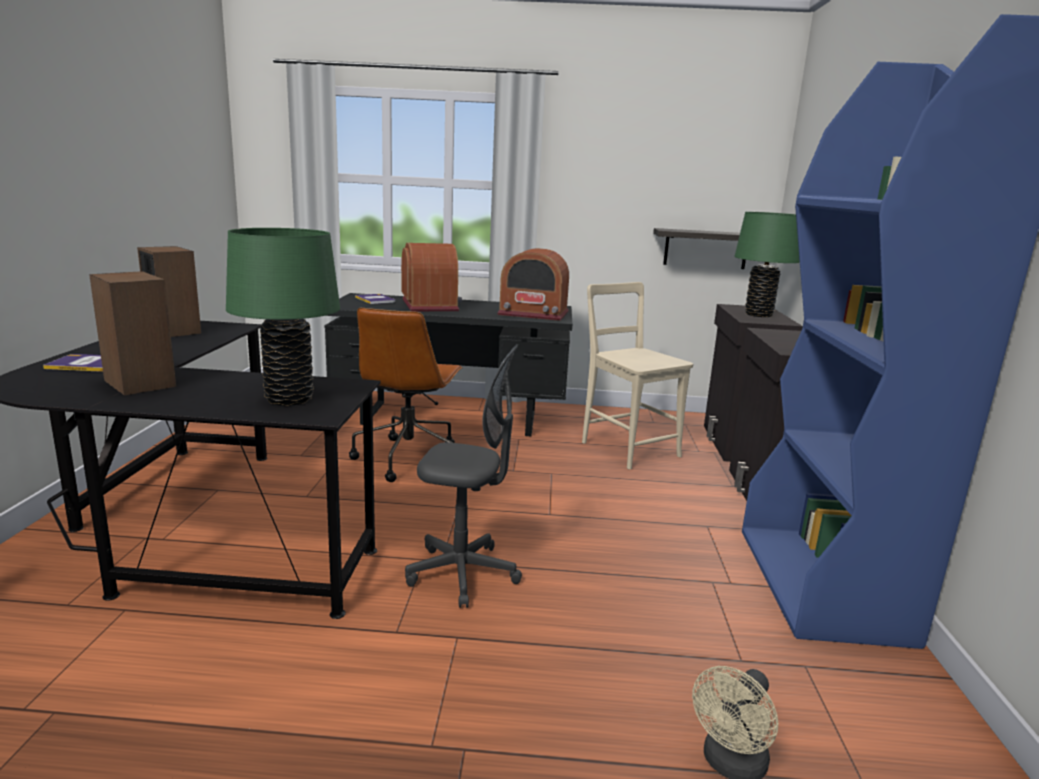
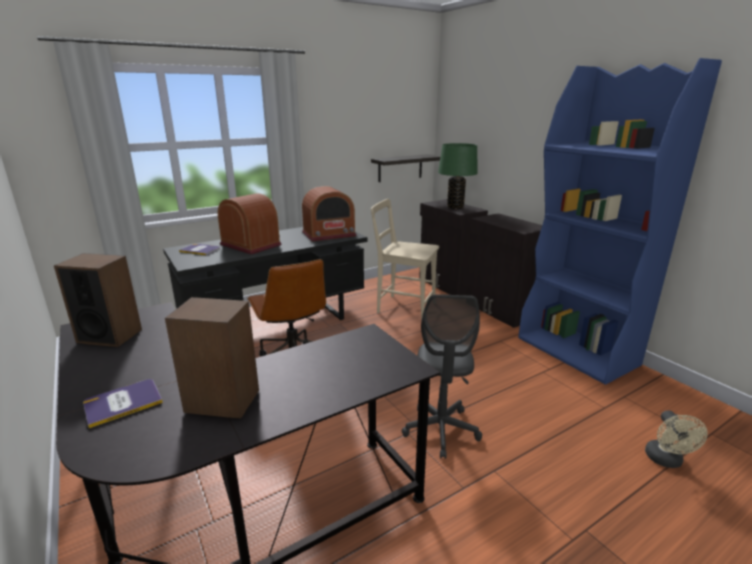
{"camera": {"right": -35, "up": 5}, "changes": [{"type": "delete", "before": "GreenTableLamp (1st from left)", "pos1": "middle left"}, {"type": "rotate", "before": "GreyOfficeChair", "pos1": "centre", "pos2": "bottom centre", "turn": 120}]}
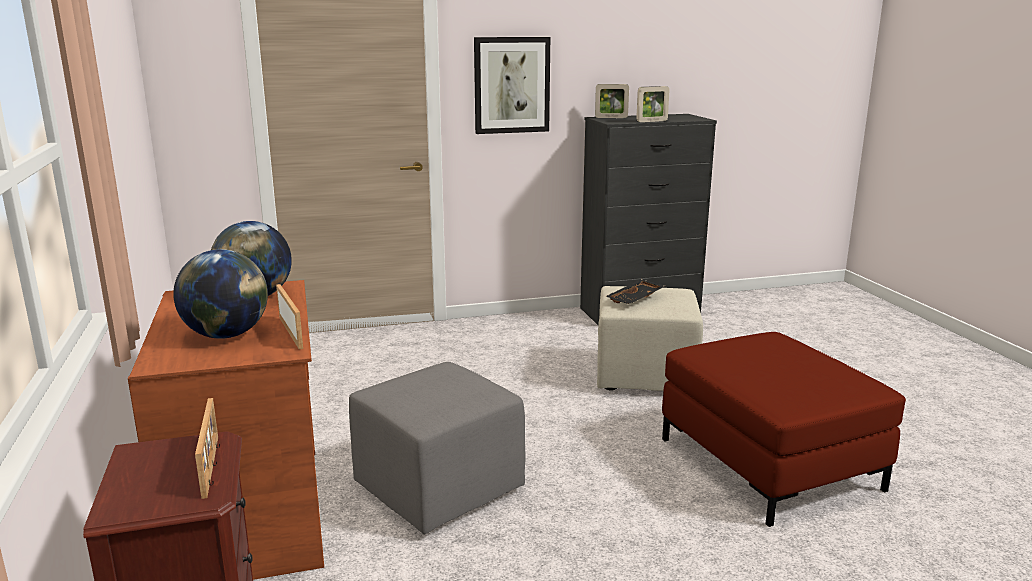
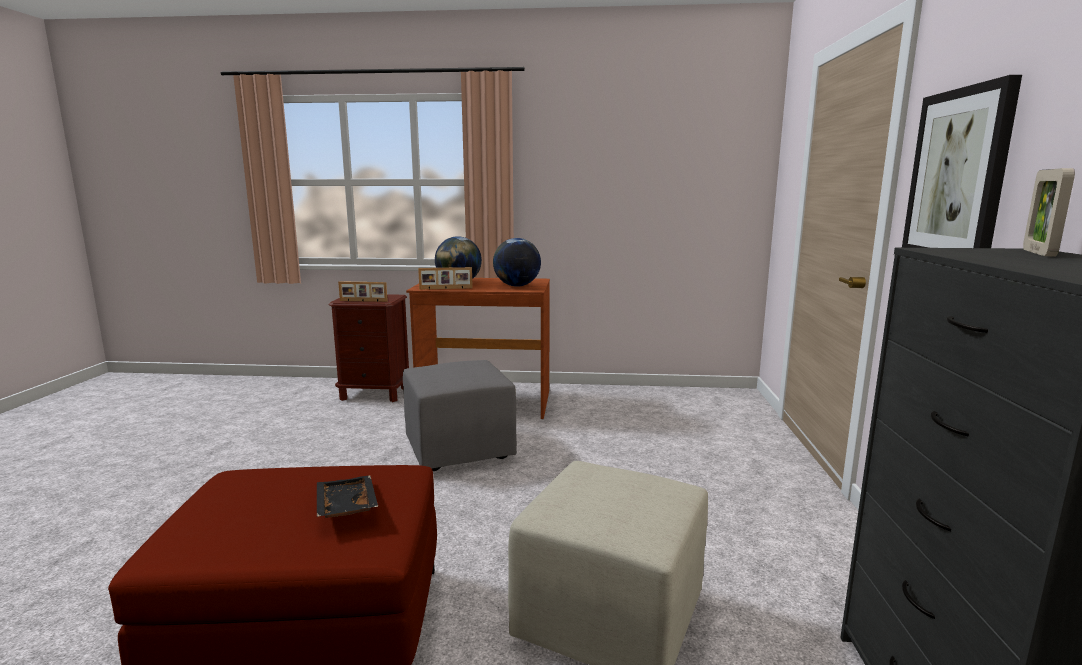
{"camera": {"right": 110, "up": -5}, "changes": [{"type": "delete", "before": "PictureFrame (4th from left)", "pos1": "top centre"}, {"type": "move", "before": "BlackTray", "pos1": "centre", "pos2": "bottom left"}]}
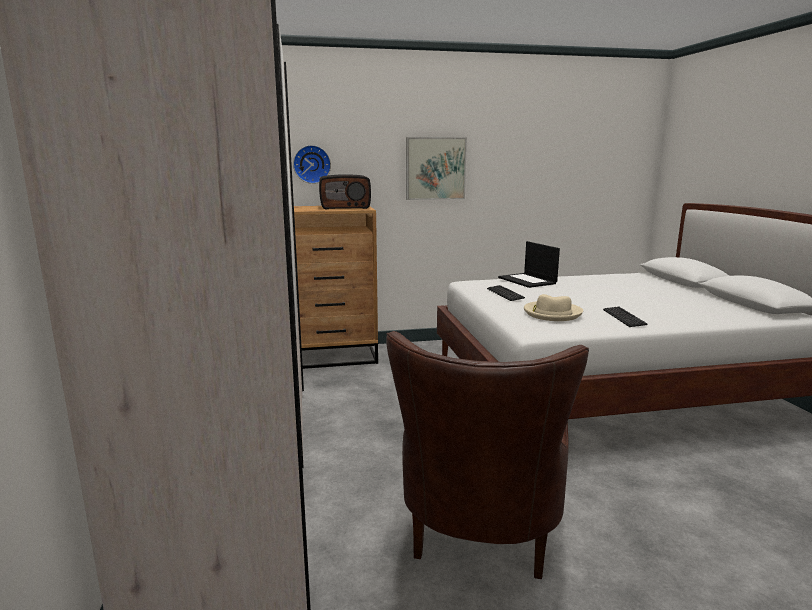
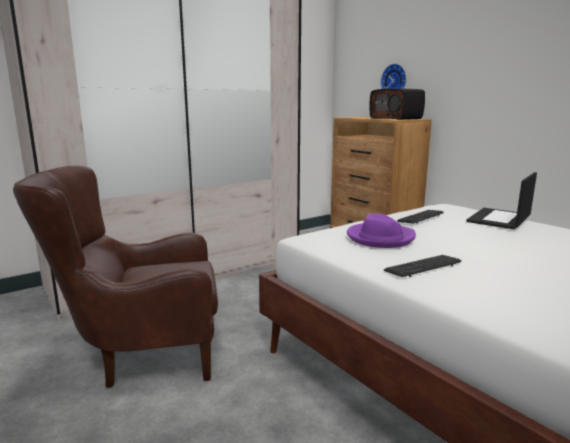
{"camera": {"right": 65, "up": 0}, "changes": [{"type": "delete", "before": "Picture", "pos1": "top centre"}, {"type": "recolor", "before": "BeigeHat", "after": "PurpleHat", "pos1": "middle right", "pos2": "middle right"}]}
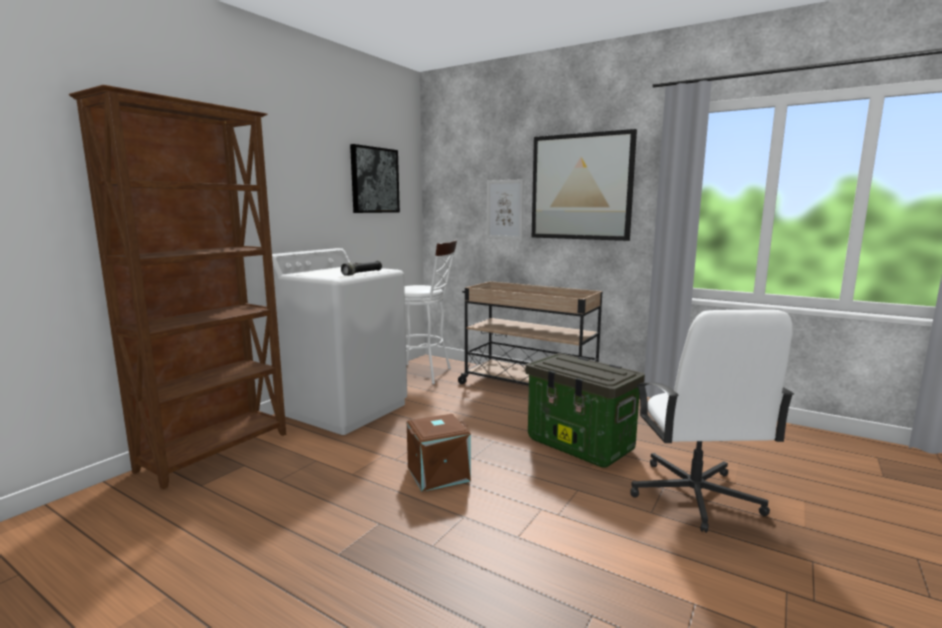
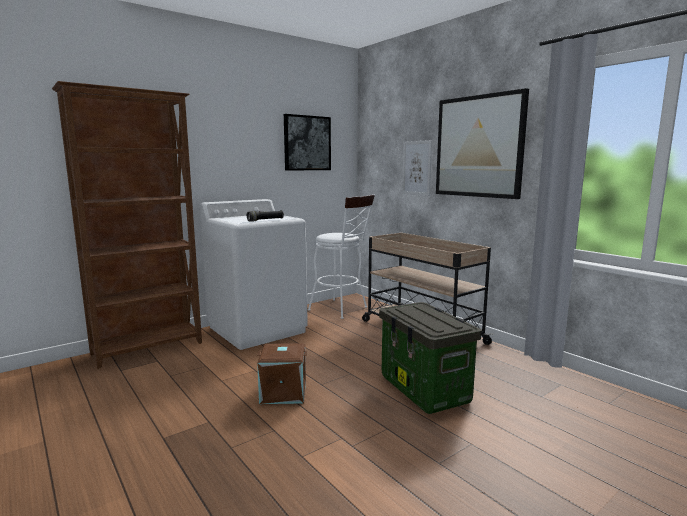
{"camera": {"right": 20, "up": 0}, "changes": [{"type": "delete", "before": "WhiteOfficeChair", "pos1": "bottom right"}]}
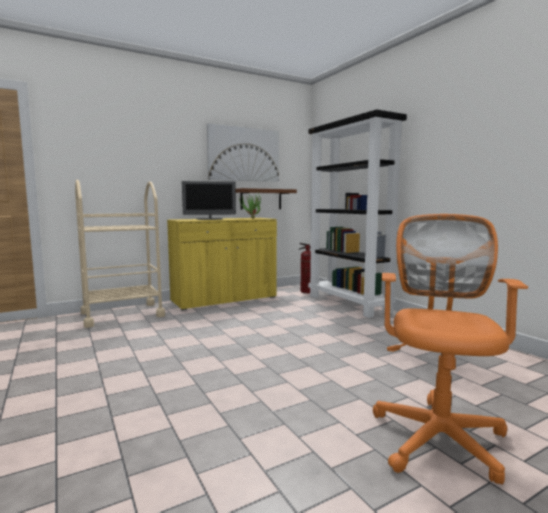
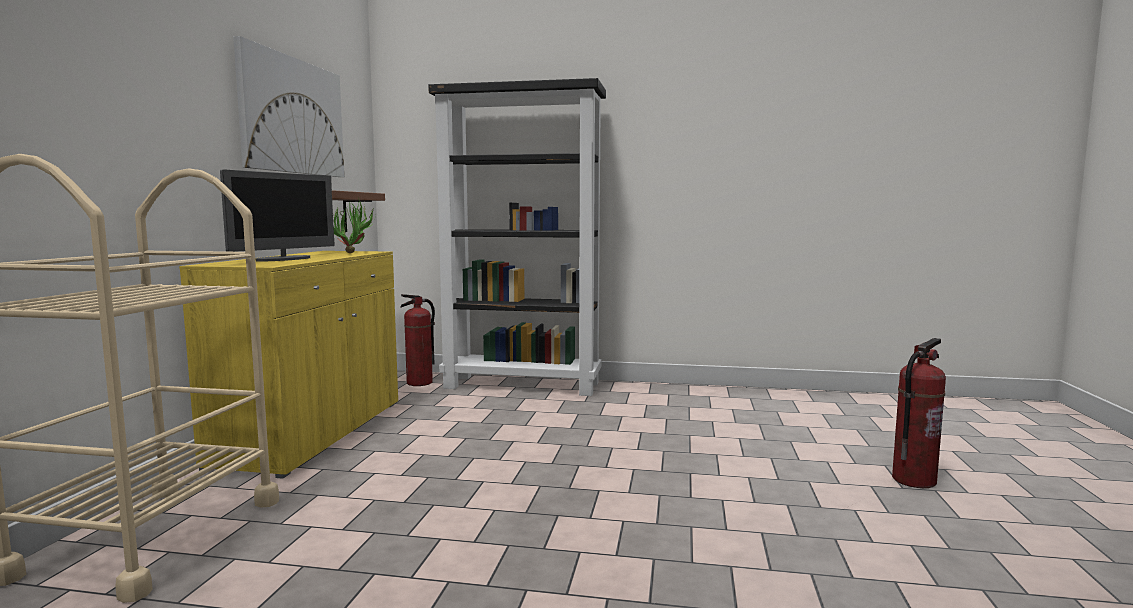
{"camera": {"right": -50, "up": 0}, "changes": [{"type": "replace", "before": "OrangeOfficeChair", "after": "FireExtinguisher (2nd from left)", "pos1": "bottom right", "pos2": "bottom right"}]}
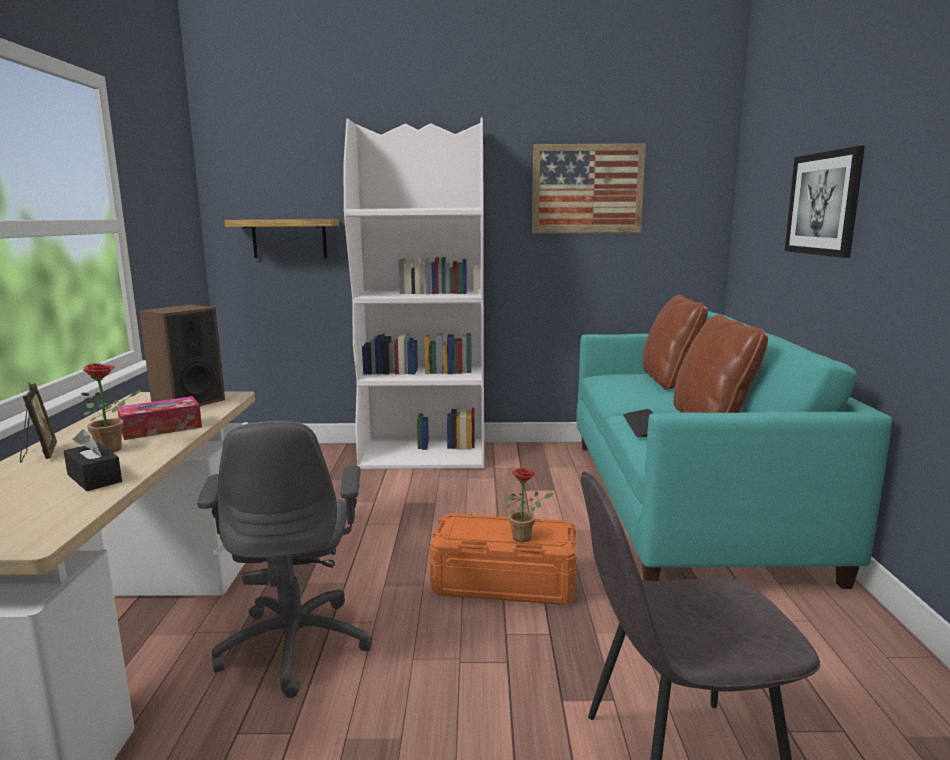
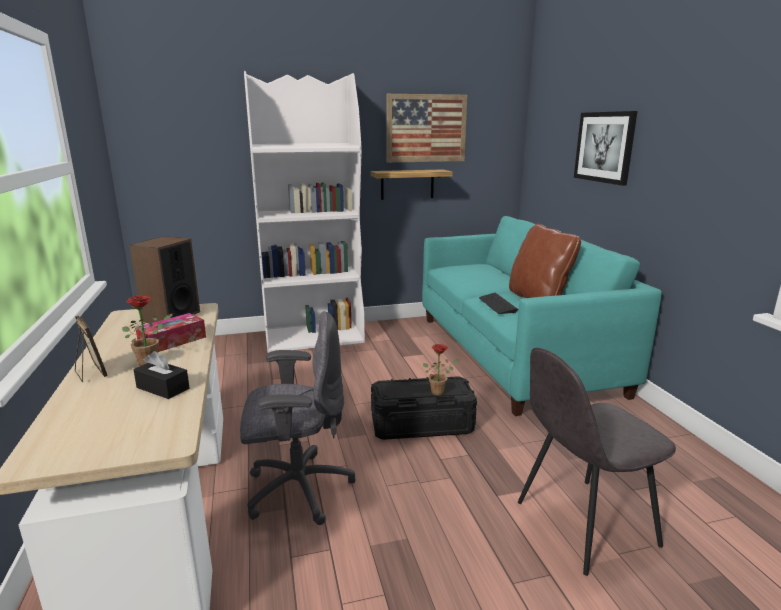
{"camera": {"right": -15, "up": 5}, "changes": [{"type": "delete", "before": "BrownPillow (1st from left)", "pos1": "middle right"}, {"type": "move", "before": "Shelf", "pos1": "top left", "pos2": "top centre"}, {"type": "recolor", "before": "OrangeStorageBox", "after": "BlackStorageBox", "pos1": "bottom centre", "pos2": "bottom centre"}, {"type": "rotate", "before": "GreyOfficeChair", "pos1": "bottom left", "pos2": "bottom centre", "turn": -75}]}
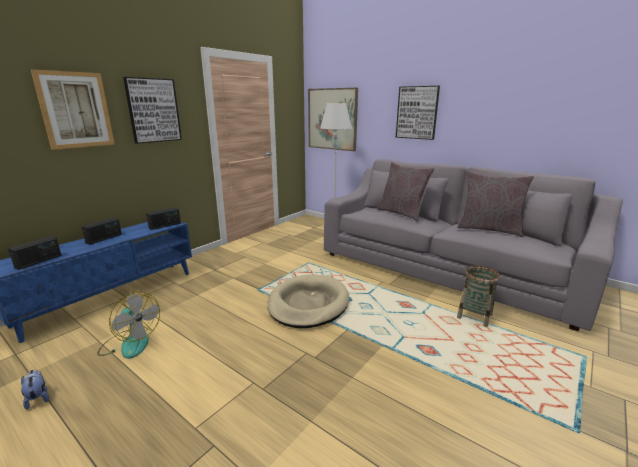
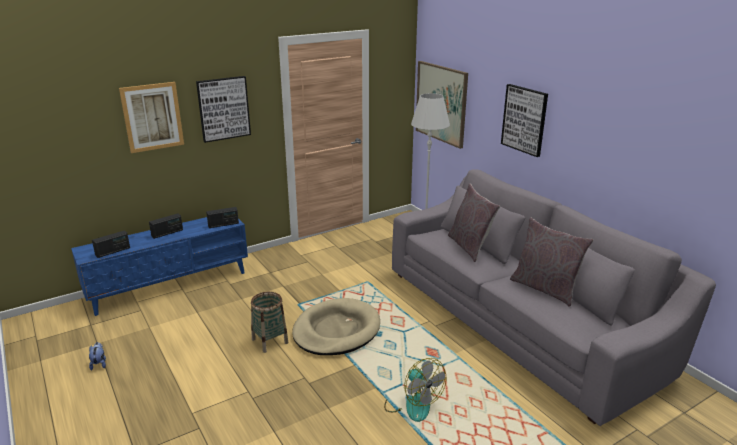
{"camera": {"right": 20, "up": 5}, "changes": [{"type": "move", "before": "Fan", "pos1": "bottom left", "pos2": "bottom centre"}, {"type": "move", "before": "Basket", "pos1": "middle right", "pos2": "bottom centre"}]}
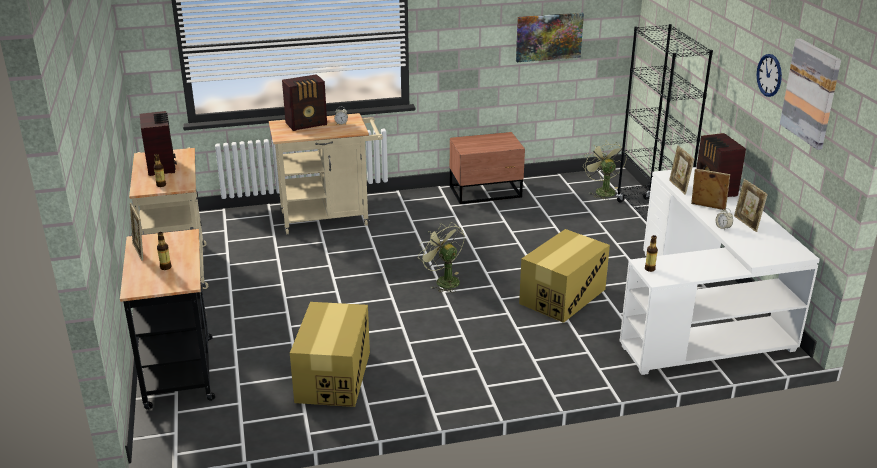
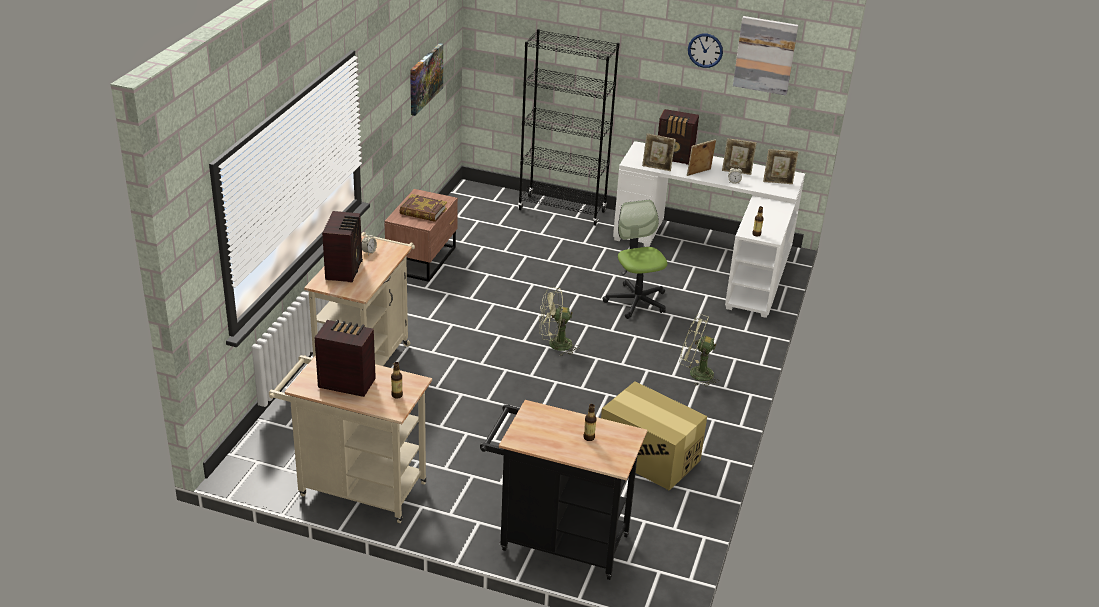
{"camera": {"right": -60, "up": 5}, "changes": [{"type": "insert", "after": "Book", "pos2": "centre"}, {"type": "move", "before": "PictureFrame (1st from left in the first image)", "after": "PictureFrame (4th from left)", "pos1": "middle left", "pos2": "top right"}, {"type": "move", "before": "GreenFan (2nd from left)", "pos1": "middle right", "pos2": "centre"}, {"type": "replace", "before": "CardboardBox (2nd from left)", "after": "OfficeChair", "pos1": "centre", "pos2": "centre"}]}
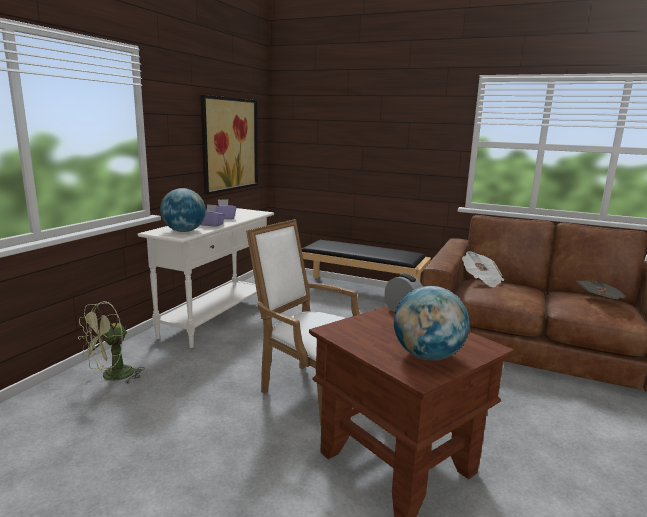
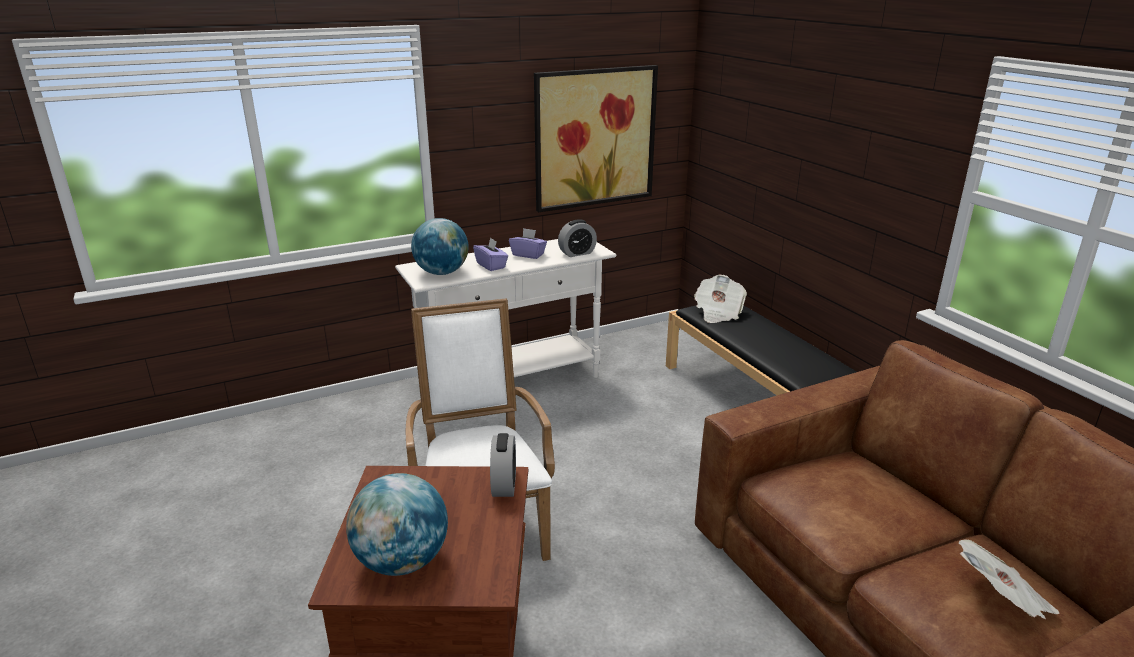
{"camera": {"right": 40, "up": 10}, "changes": [{"type": "delete", "before": "GreenFan", "pos1": "middle left"}, {"type": "insert", "after": "AlarmClock (2nd from left)", "pos2": "centre"}, {"type": "move", "before": "Newspaper (1st from left)", "pos1": "middle right", "pos2": "centre"}]}
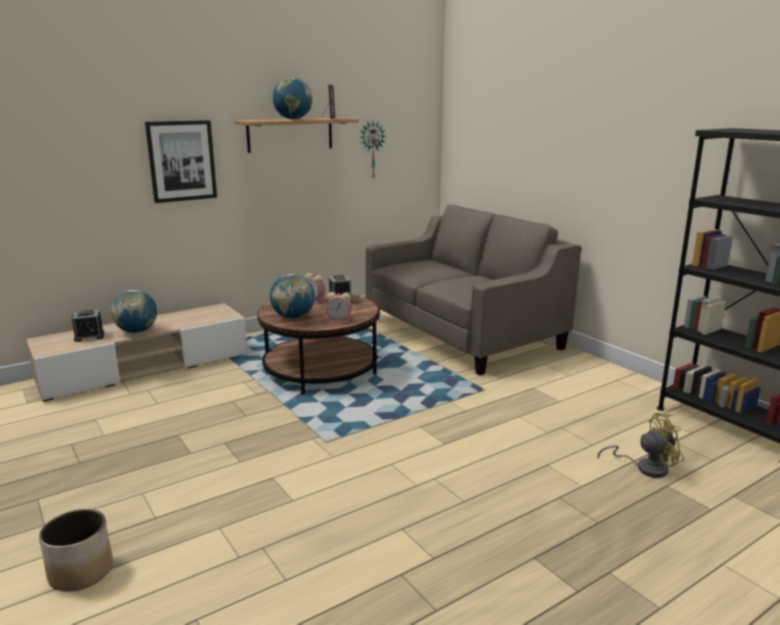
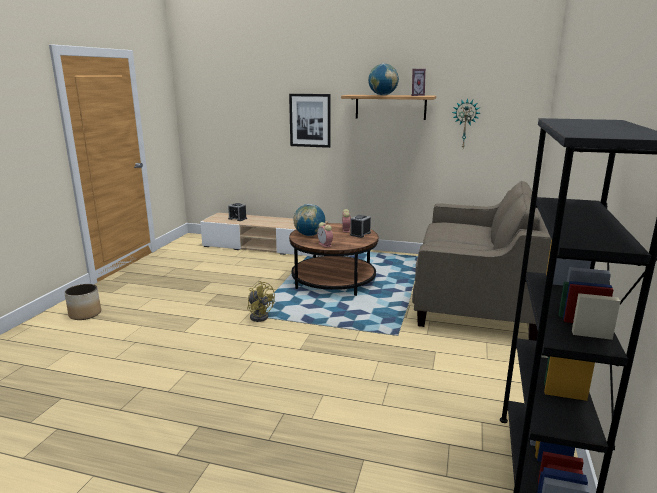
{"camera": {"right": 50, "up": 0}, "changes": [{"type": "delete", "before": "Globe (1st from left)", "pos1": "middle left"}, {"type": "move", "before": "YellowFan", "pos1": "bottom right", "pos2": "centre"}]}
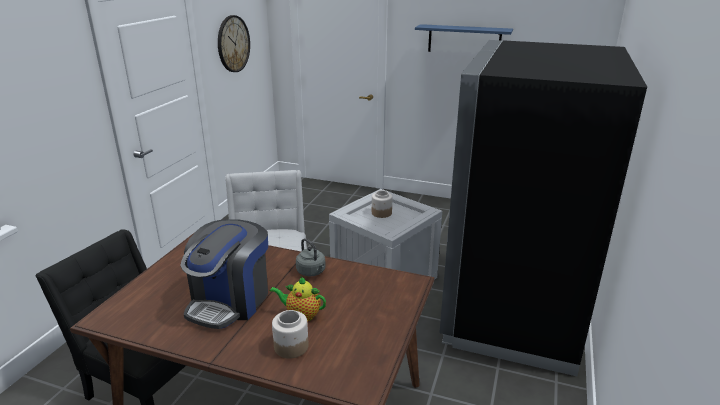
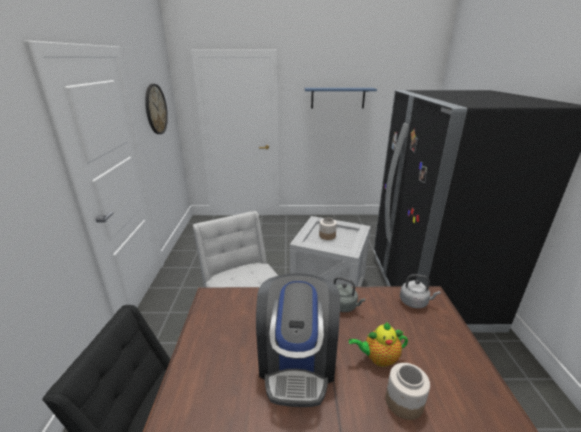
{"camera": {"right": -20, "up": 0}, "changes": [{"type": "insert", "after": "GreyKettle (2nd from left)", "pos2": "bottom right"}]}
